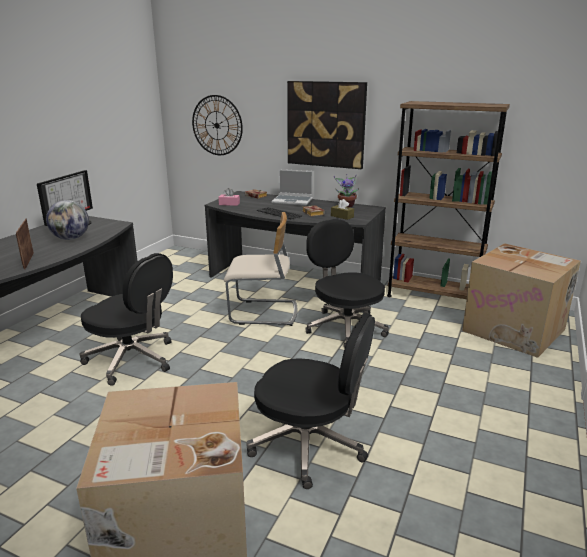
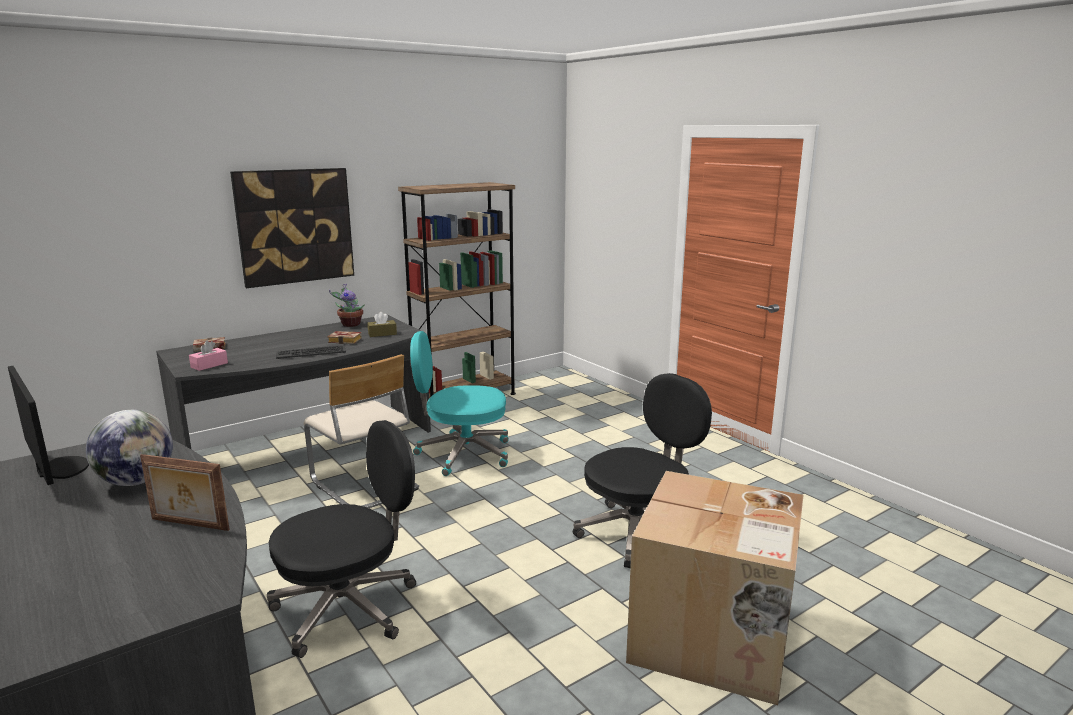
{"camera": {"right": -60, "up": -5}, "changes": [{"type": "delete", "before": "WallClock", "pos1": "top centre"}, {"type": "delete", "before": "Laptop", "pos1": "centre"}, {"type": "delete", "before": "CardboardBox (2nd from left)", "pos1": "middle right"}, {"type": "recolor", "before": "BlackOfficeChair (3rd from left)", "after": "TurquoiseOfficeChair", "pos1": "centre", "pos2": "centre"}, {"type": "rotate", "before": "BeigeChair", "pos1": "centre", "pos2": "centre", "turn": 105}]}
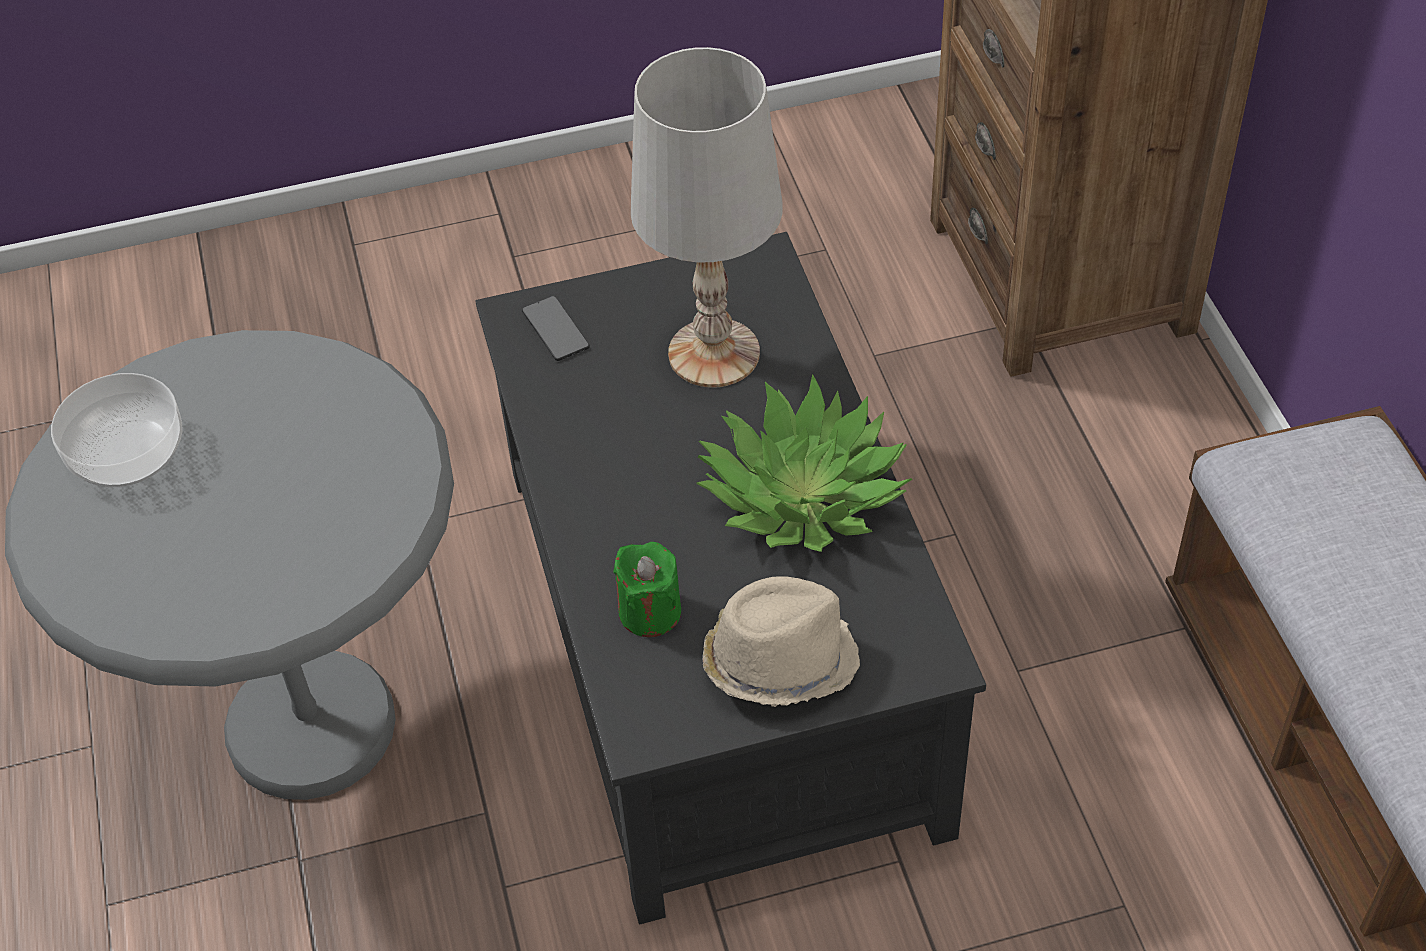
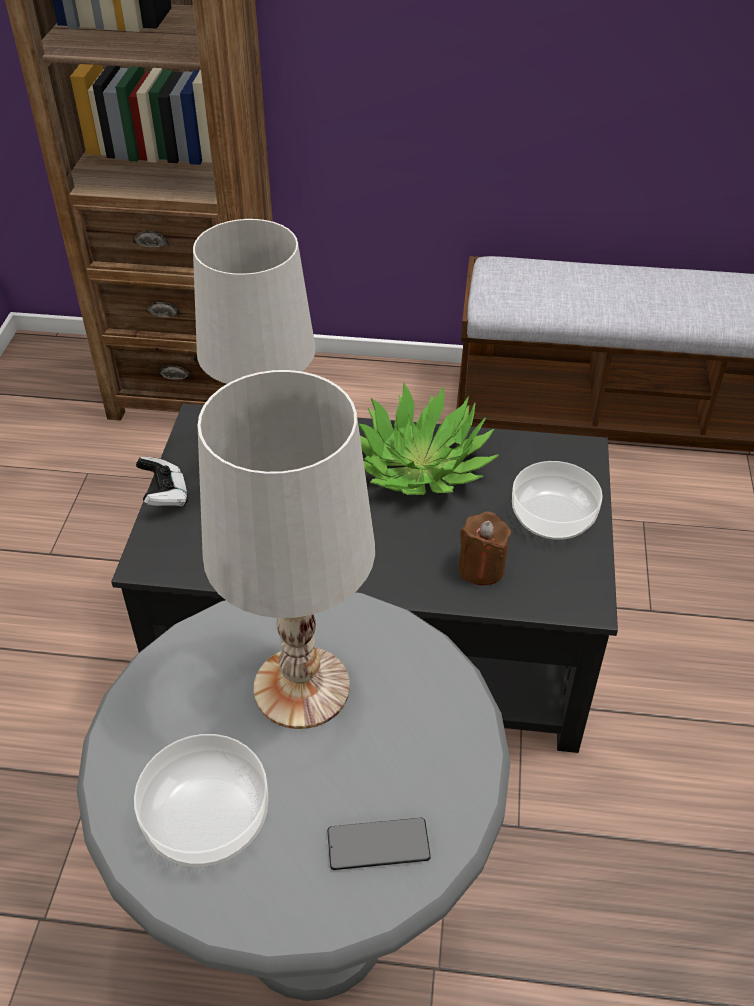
{"camera": {"right": -70, "up": -5}, "changes": [{"type": "insert", "after": "GameController", "pos2": "middle left"}, {"type": "insert", "after": "WhiteTableLamp (2nd from left)", "pos2": "centre"}, {"type": "move", "before": "Phone", "pos1": "centre", "pos2": "bottom centre"}, {"type": "replace", "before": "BeigeHat", "after": "Bowl (2nd from left)", "pos1": "bottom centre", "pos2": "middle right"}, {"type": "recolor", "before": "GreenCandle", "after": "BrownCandle", "pos1": "centre", "pos2": "centre"}]}
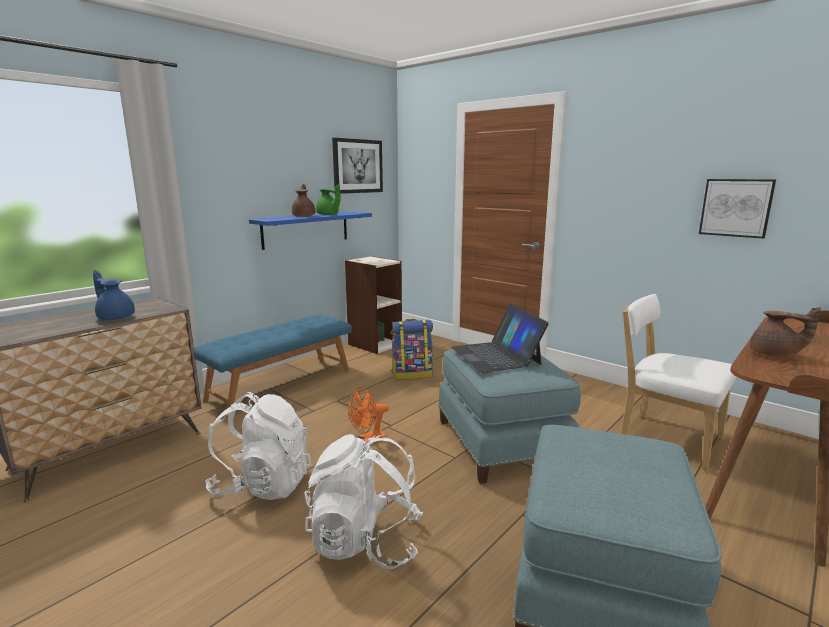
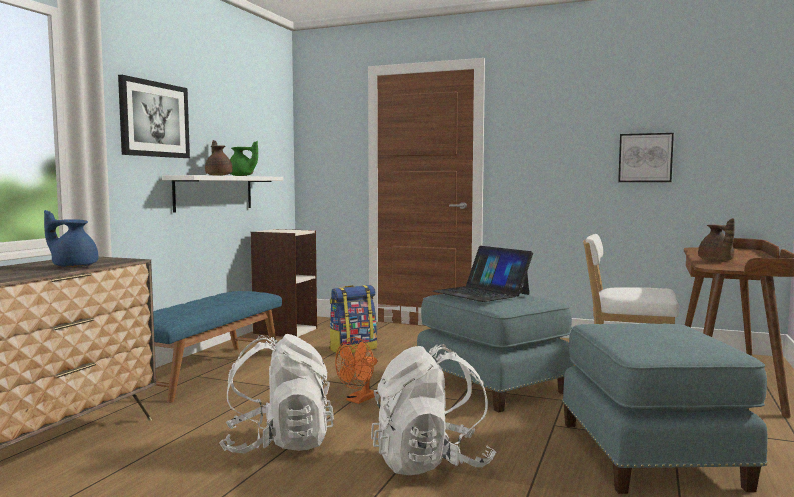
{"camera": {"right": -20, "up": -10}, "changes": [{"type": "move", "before": "Picture (1st from left)", "pos1": "top centre", "pos2": "top left"}, {"type": "recolor", "before": "BlueShelf", "after": "WhiteShelf", "pos1": "centre", "pos2": "middle left"}, {"type": "rotate", "before": "BrownTeapot (2nd from left)", "pos1": "middle right", "pos2": "middle right", "turn": 75}]}
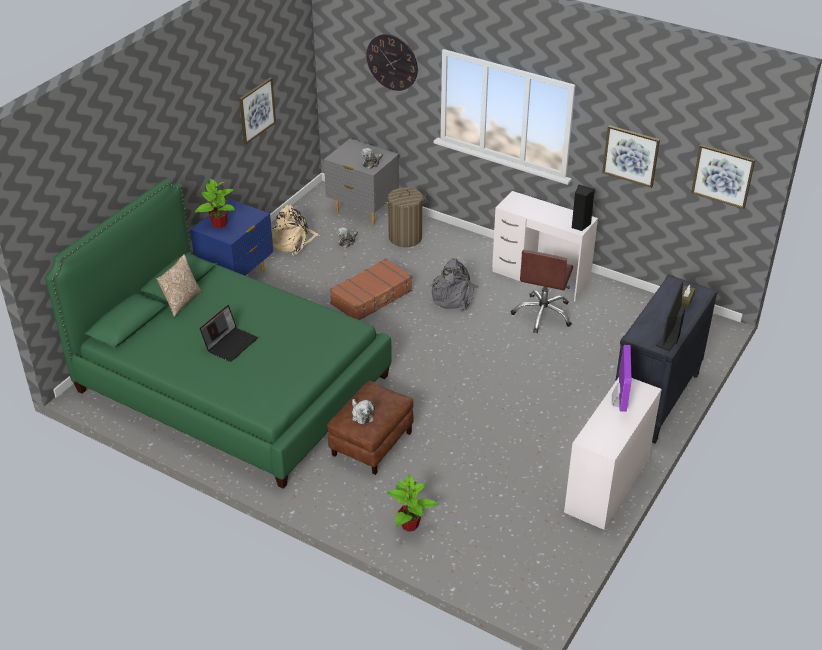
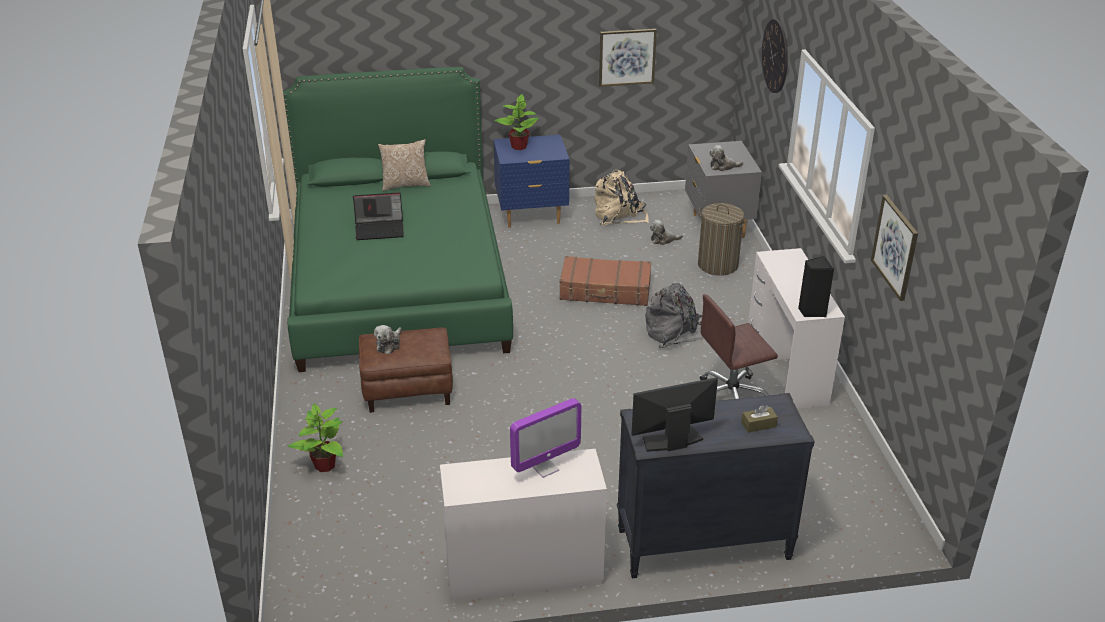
{"camera": {"right": 50, "up": -5}, "changes": [{"type": "delete", "before": "Picture (3rd from left)", "pos1": "top right"}]}
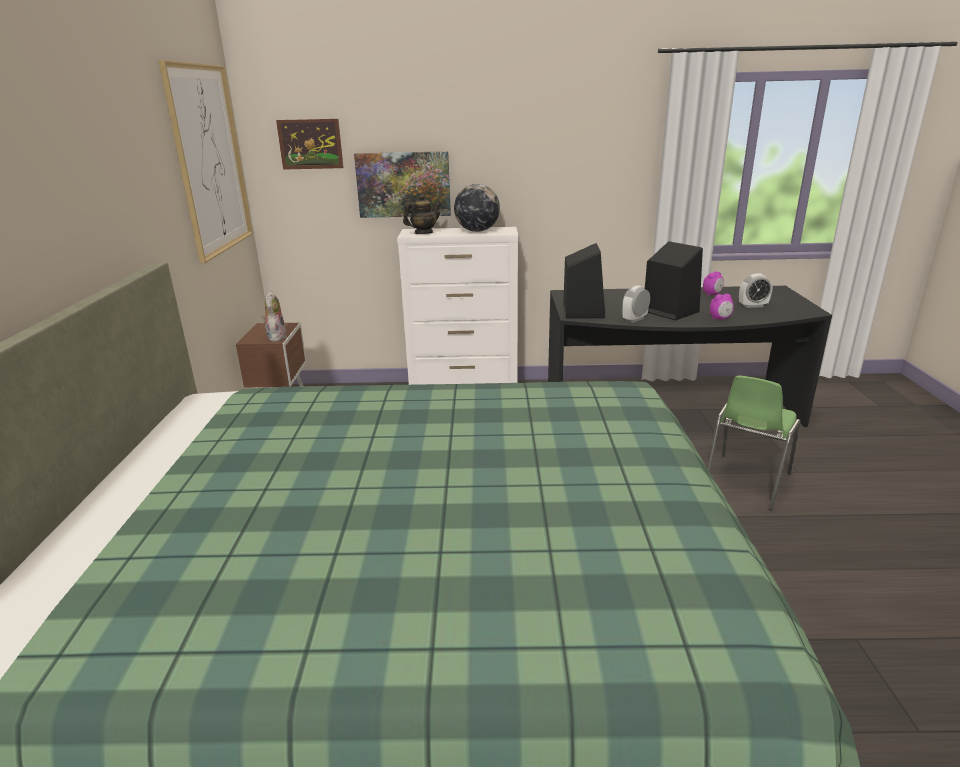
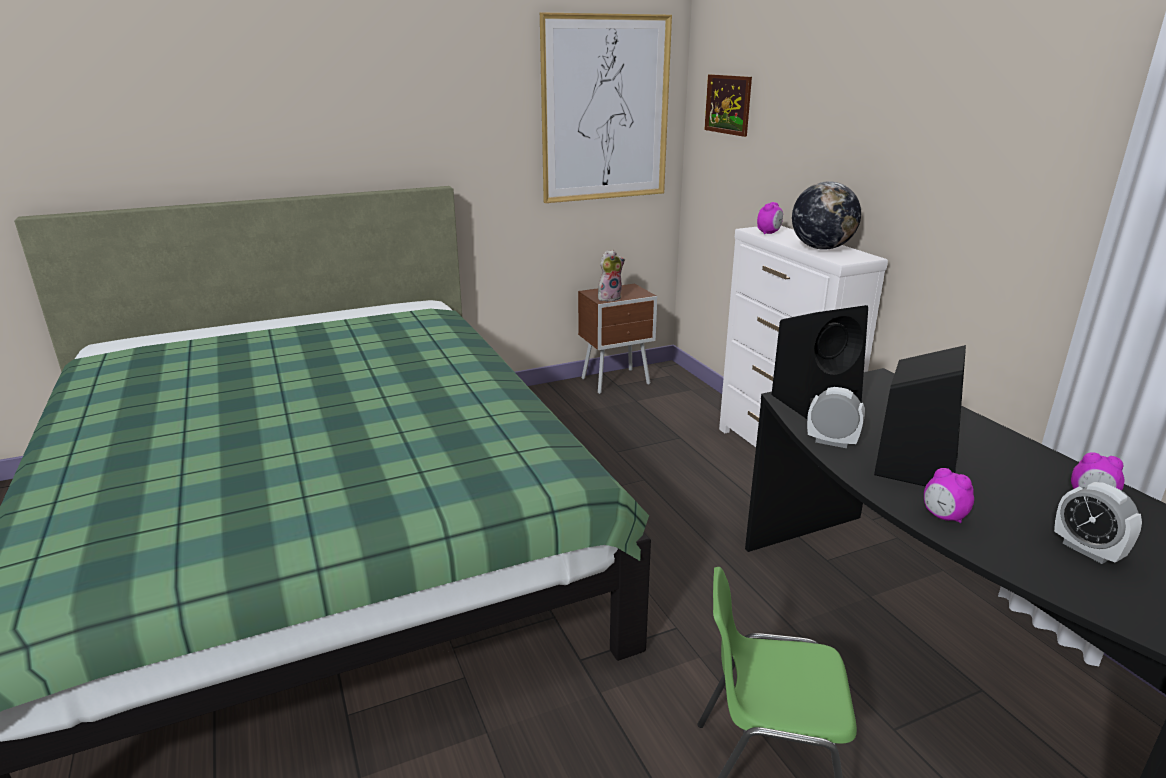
{"camera": {"right": 65, "up": 0}, "changes": [{"type": "delete", "before": "Picture (3rd from left)", "pos1": "top centre"}, {"type": "replace", "before": "Teapot", "after": "AlarmClock (1st from left)", "pos1": "top centre", "pos2": "top centre"}]}
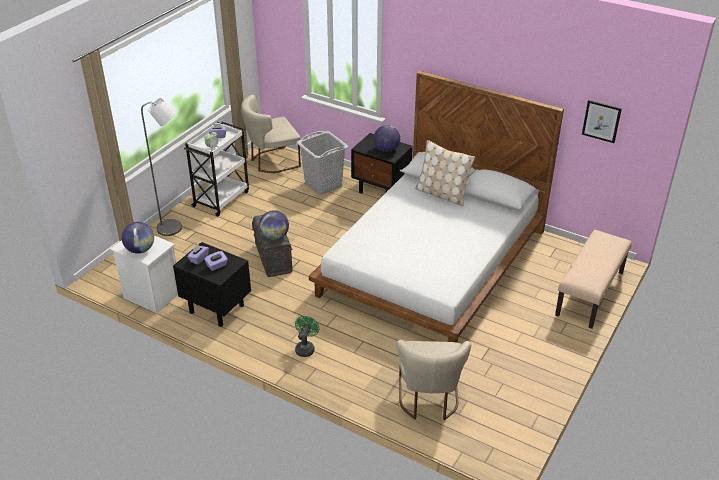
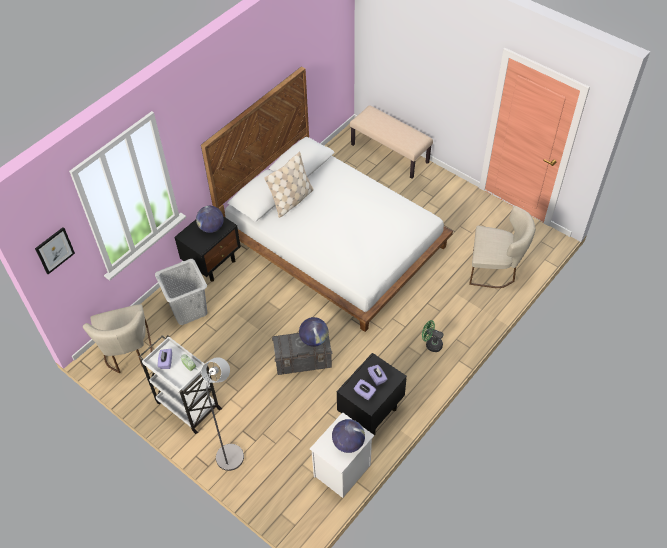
{"camera": {"right": -80, "up": 15}, "changes": [{"type": "move", "before": "Picture", "pos1": "top right", "pos2": "middle left"}]}
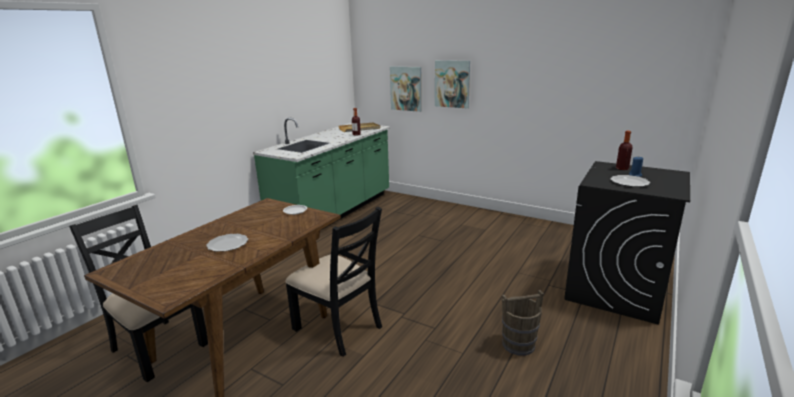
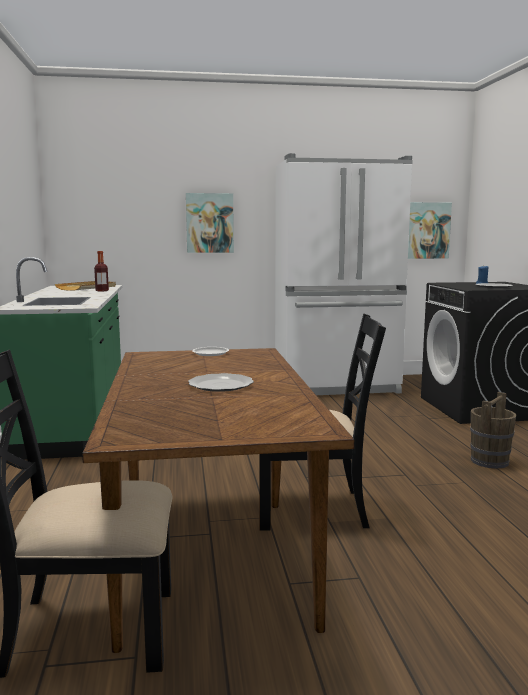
{"camera": {"right": -40, "up": -10}, "changes": [{"type": "delete", "before": "Bottle (2nd from left)", "pos1": "middle right"}, {"type": "insert", "after": "WhiteFridge", "pos2": "centre"}, {"type": "move", "before": "Picture (1st from left in the first image)", "after": "Picture (2nd from left)", "pos1": "top centre", "pos2": "top right"}]}
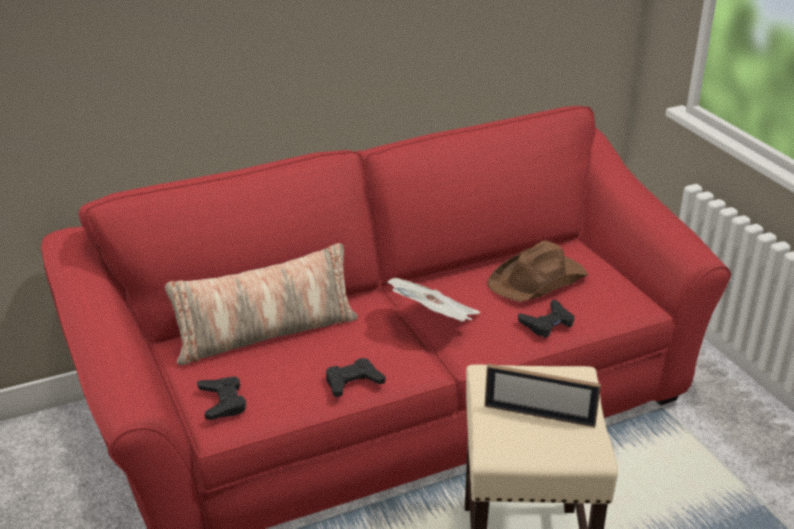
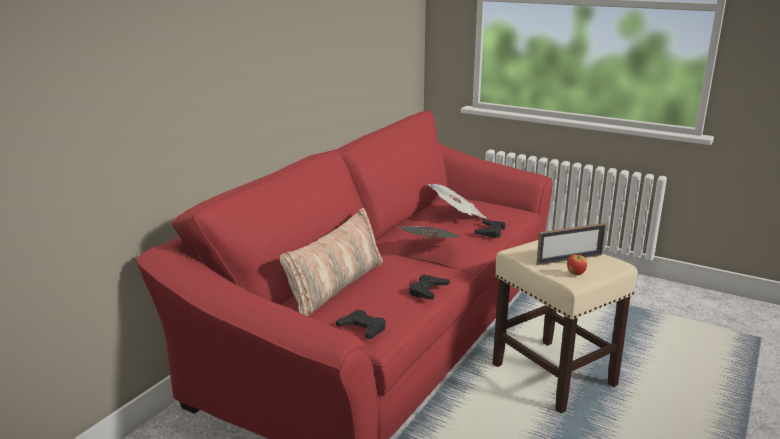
{"camera": {"right": -35, "up": -10}, "changes": [{"type": "insert", "after": "Apple", "pos2": "middle right"}, {"type": "replace", "before": "BrownHat", "after": "Newspaper (2nd from left)", "pos1": "middle right", "pos2": "centre"}]}
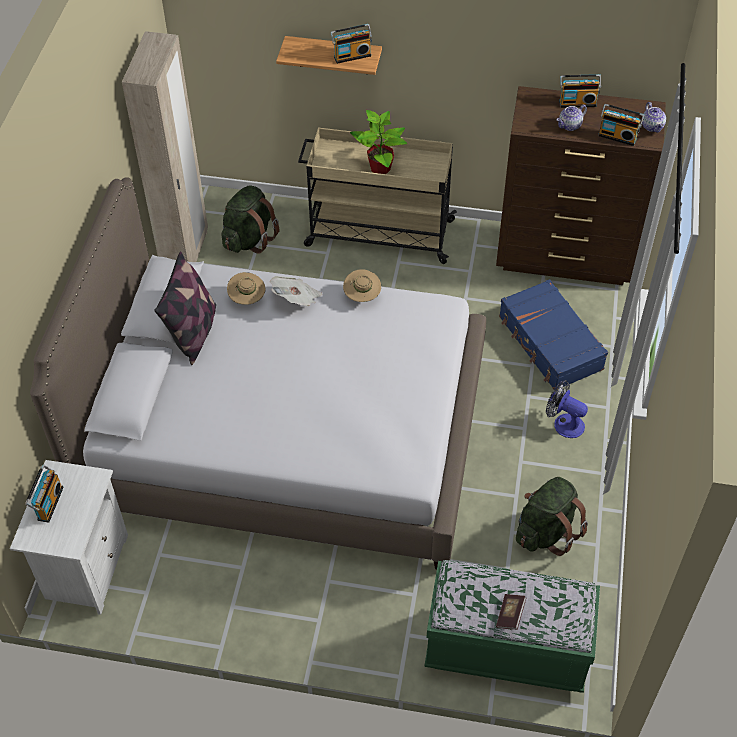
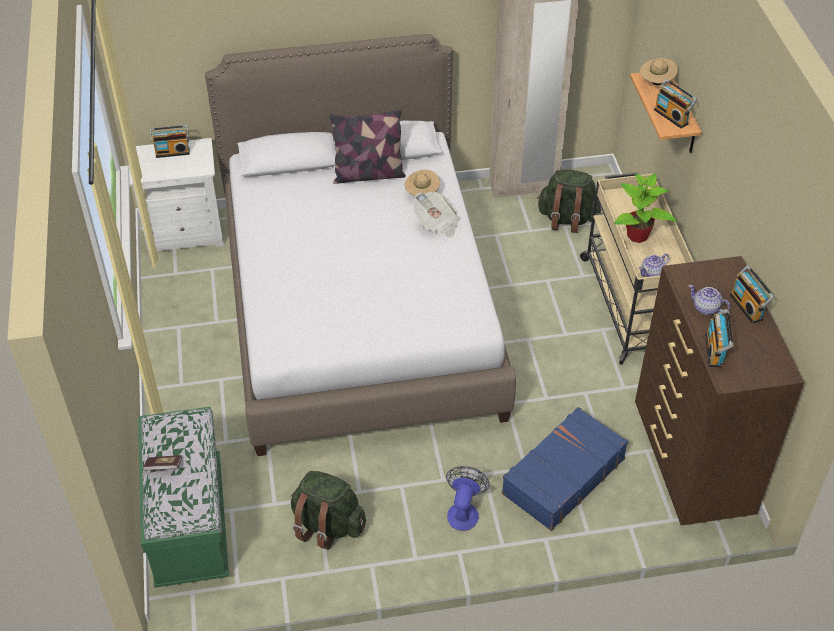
{"camera": {"right": 70, "up": -5}, "changes": [{"type": "move", "before": "BeigeHat (2nd from left)", "pos1": "centre", "pos2": "top right"}, {"type": "move", "before": "Teapot (2nd from left in the first image)", "after": "Teapot (1st from left)", "pos1": "top right", "pos2": "middle right"}]}
